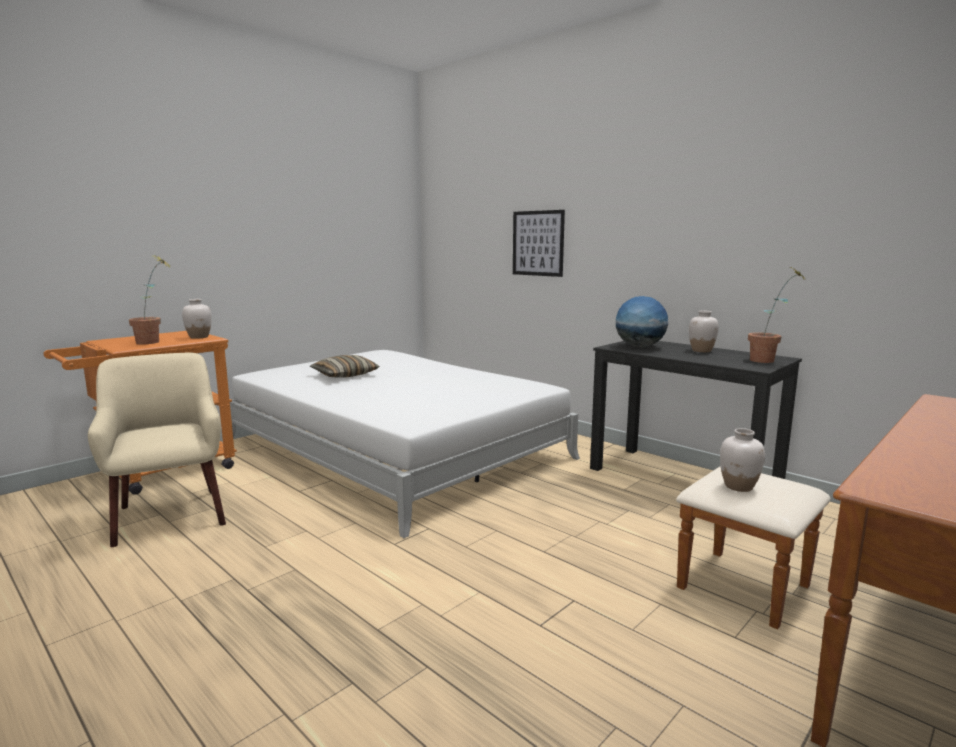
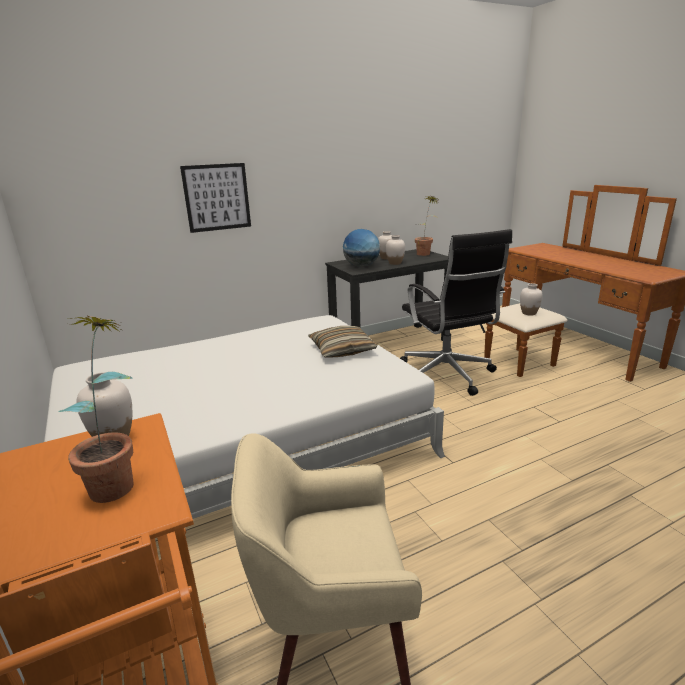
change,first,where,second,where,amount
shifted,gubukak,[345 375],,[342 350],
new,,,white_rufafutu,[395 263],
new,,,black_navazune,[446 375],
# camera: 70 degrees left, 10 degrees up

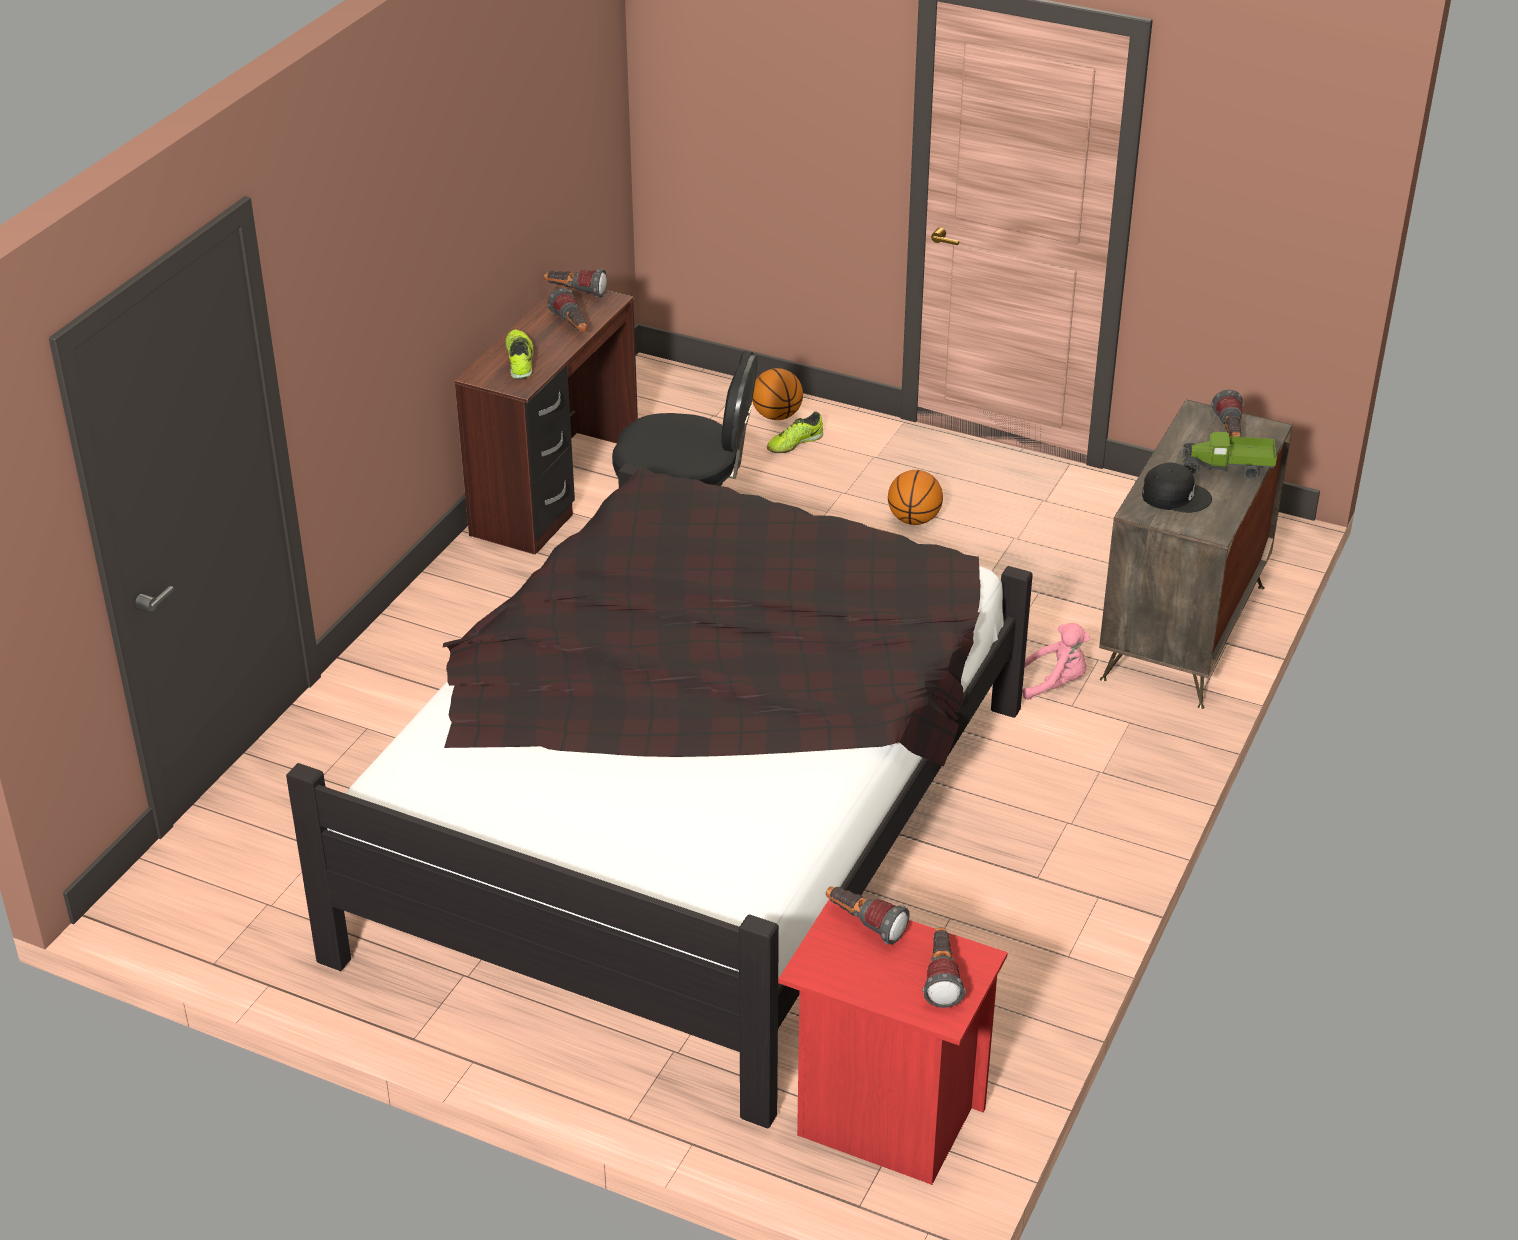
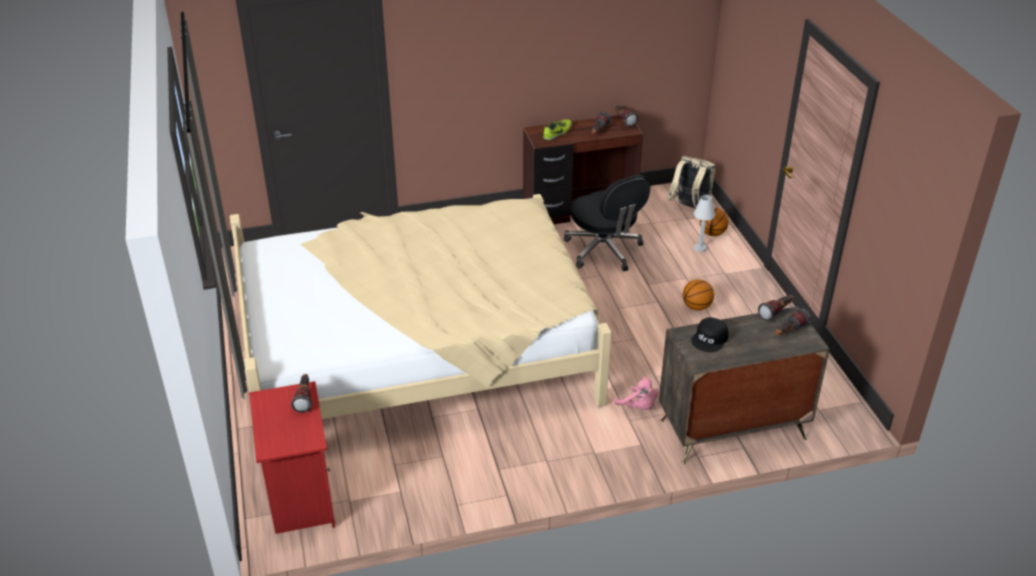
change,first,where,second,where,amount
repainted,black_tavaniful,[689 824],beige_tavaniful,[419 353],
new,,,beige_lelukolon,[690 208],
rotated,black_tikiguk,[1175 496],,[710 339],60 degrees clockwise
swapped,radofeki,[794 444],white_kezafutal,[700 248],
shifted,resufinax,[941 978],,[776 312],
gone,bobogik,[1227 468],,,
# camera: 50 degrees right, 0 degrees up

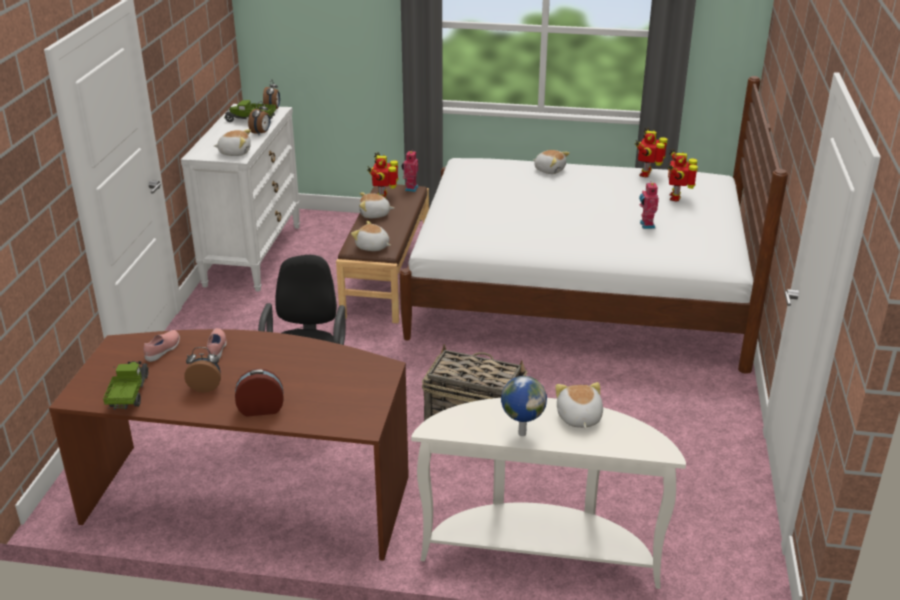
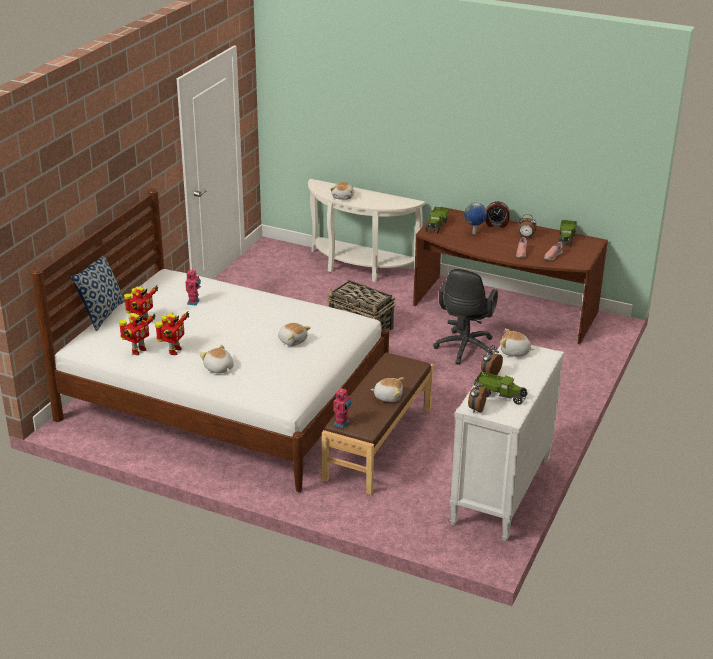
change,first,where,second,where,amount
new,,,gubukak,[102 314],
shifted,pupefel,[383 197],,[173 351],
shifted,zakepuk,[372 247],,[292 340],
new,,,bobogik,[437 225],
shifted,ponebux,[521 433],,[474 234],
# camera: 165 degrees left, 0 degrees up

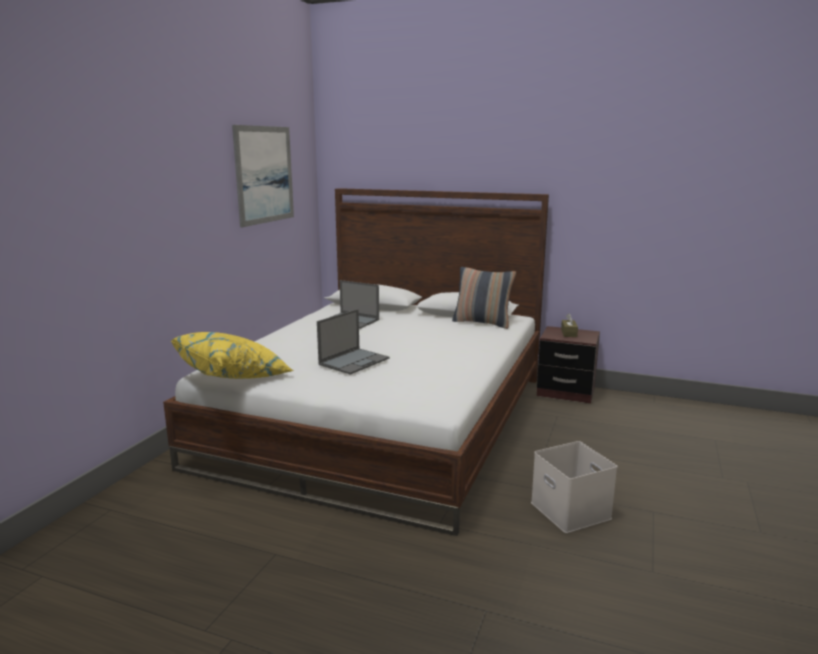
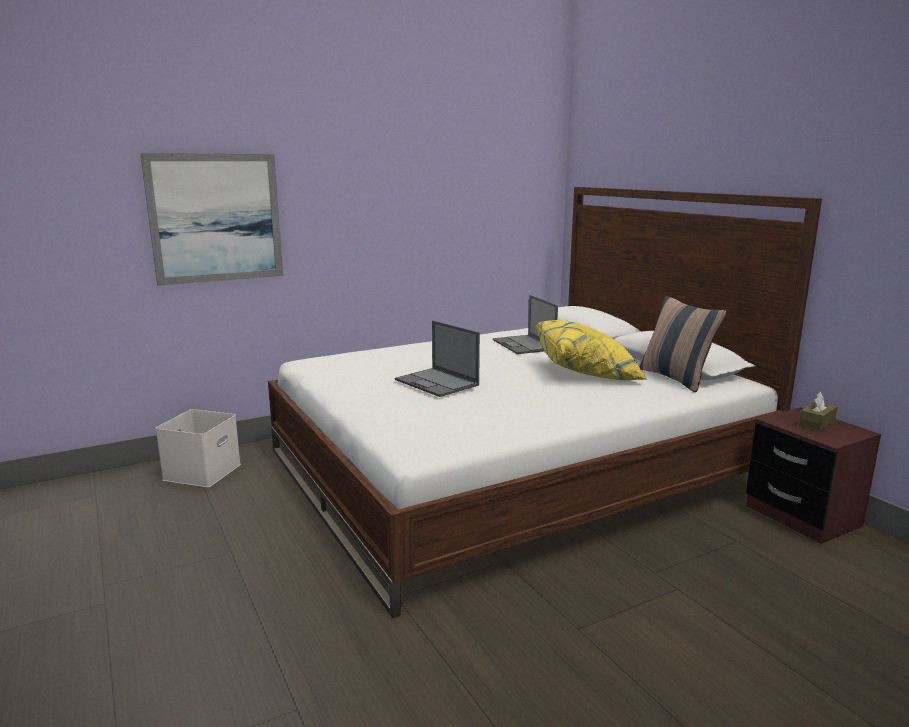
change,first,where,second,where,amount
shifted,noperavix,[264 174],,[216 218],
shifted,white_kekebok,[572 511],,[202 472],
rotated,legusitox,[354 361],,[437 383],60 degrees clockwise
shifted,yellow_gubukak,[234 376],,[587 373],
# camera: 40 degrees right, 0 degrees up

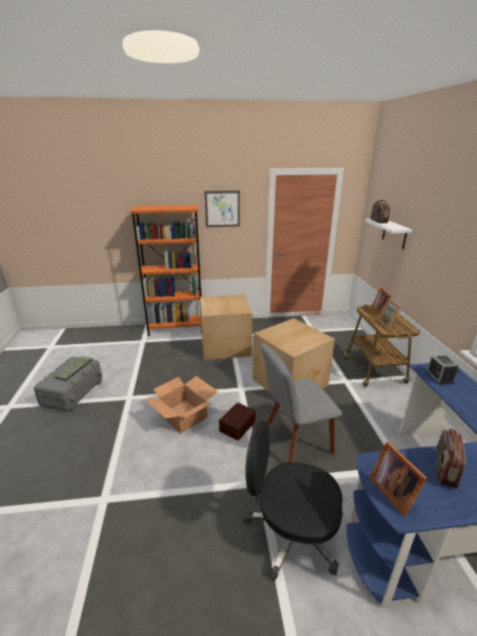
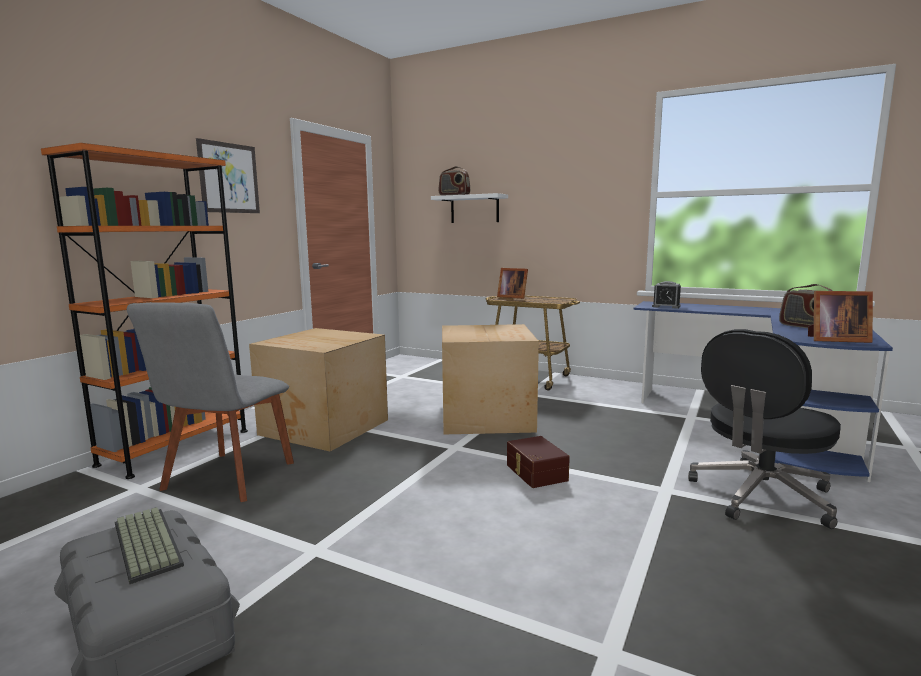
change,first,where,second,where,amount
shifted,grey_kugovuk,[294 442],,[226 479],
gone,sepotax,[183 416],,,
gone,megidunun,[388 324],,,
# camera: 55 degrees left, 15 degrees down

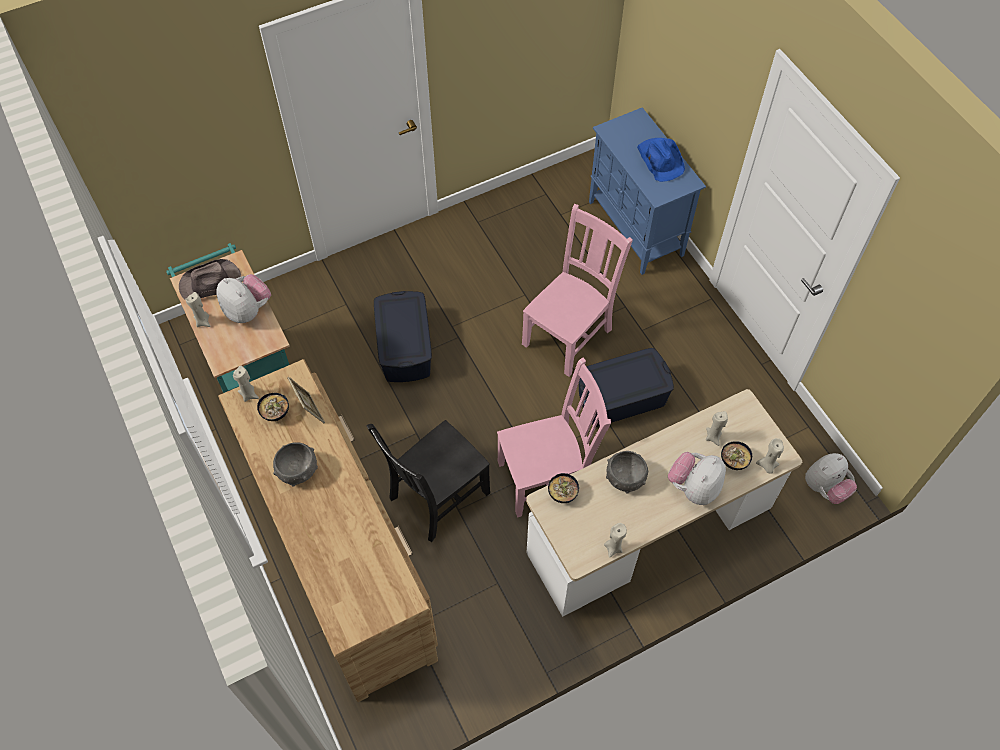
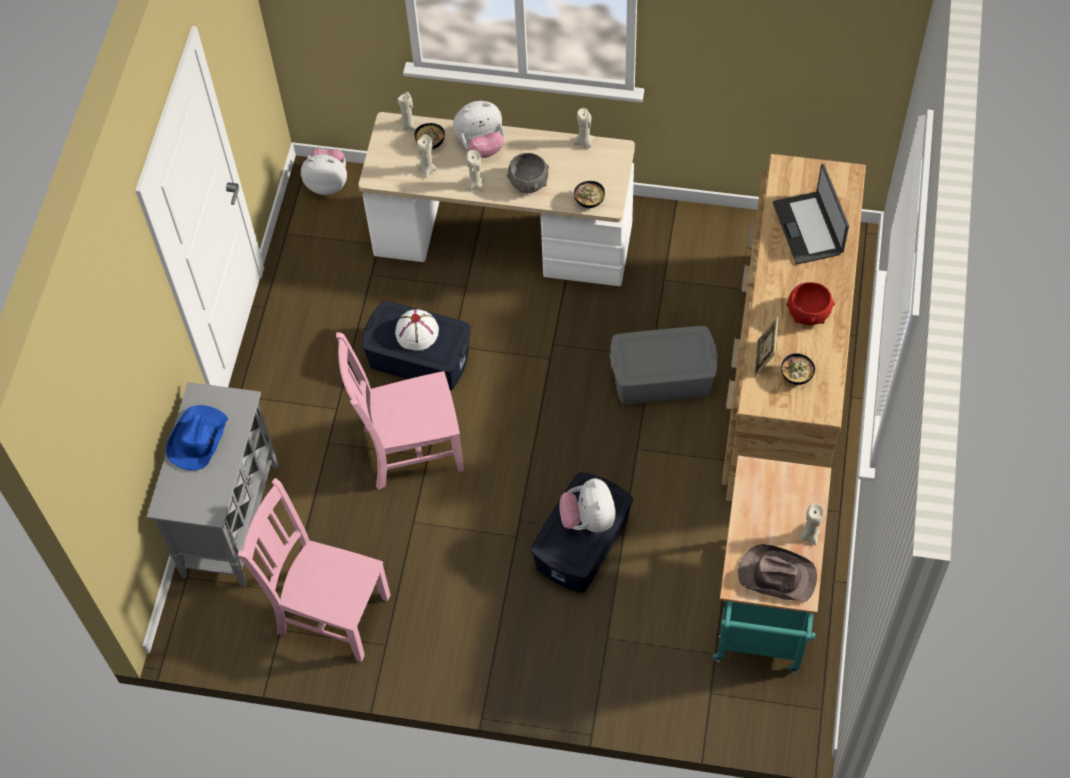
change,first,where,second,where,amount
repainted,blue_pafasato,[636 229],grey_pafasato,[231 518],
shifted,pink_kugovuk,[547 477],,[330 612],
new,,,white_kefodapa,[417 332],
shifted,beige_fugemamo,[249 394],,[475 185],
shifted,zakepuk,[248 310],,[588 519],
swapped,black_kugovuk,[436 497],grey_kekebok,[662 378],
new,,,legusitox,[808 228],
repainted,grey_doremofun,[297 471],red_doremofun,[808 313],
# camera: 140 degrees left, 0 degrees up

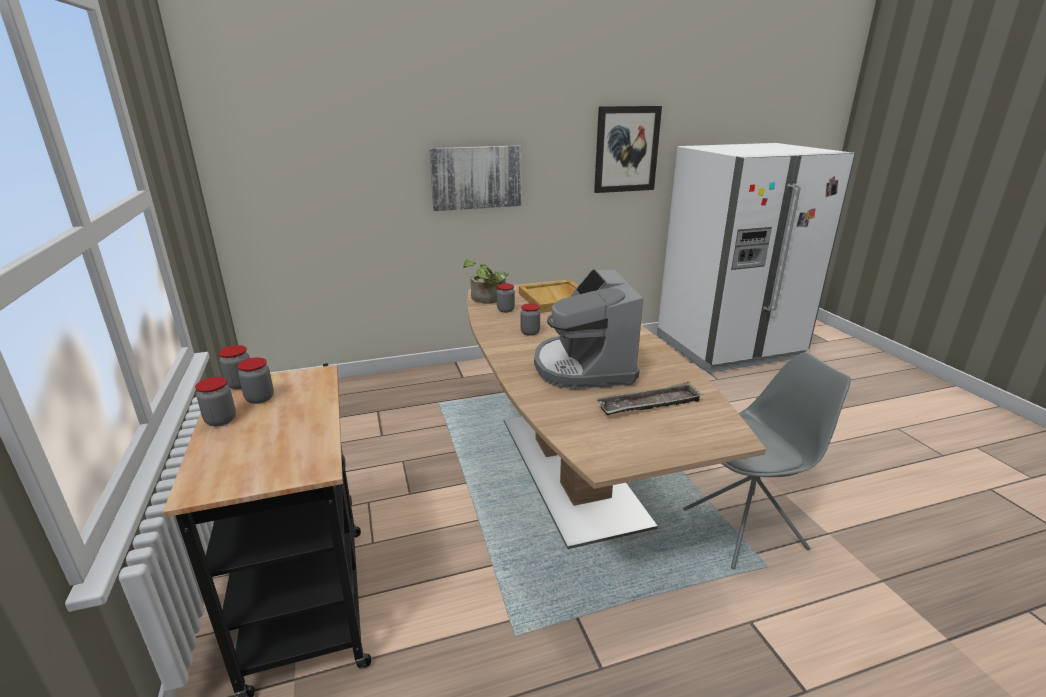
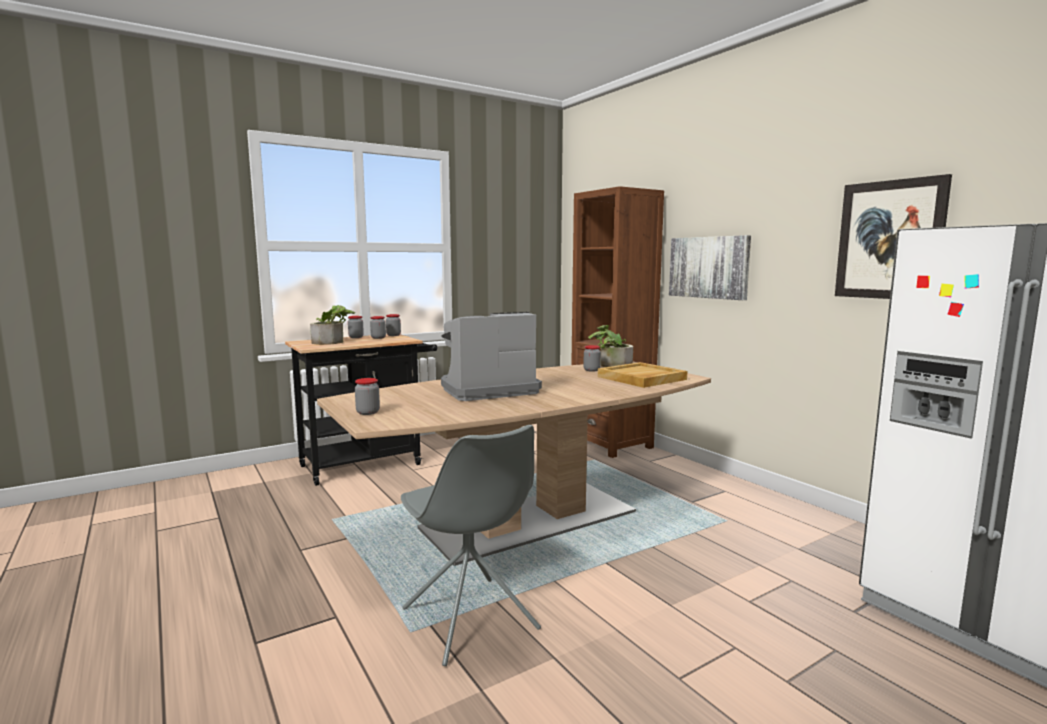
change,first,where,second,where,amount
new,,,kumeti,[332 342],
shifted,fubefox,[530 332],,[368 412],
new,,,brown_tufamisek,[611 444],
gone,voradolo,[649 405],,,
# camera: 75 degrees right, 15 degrees down

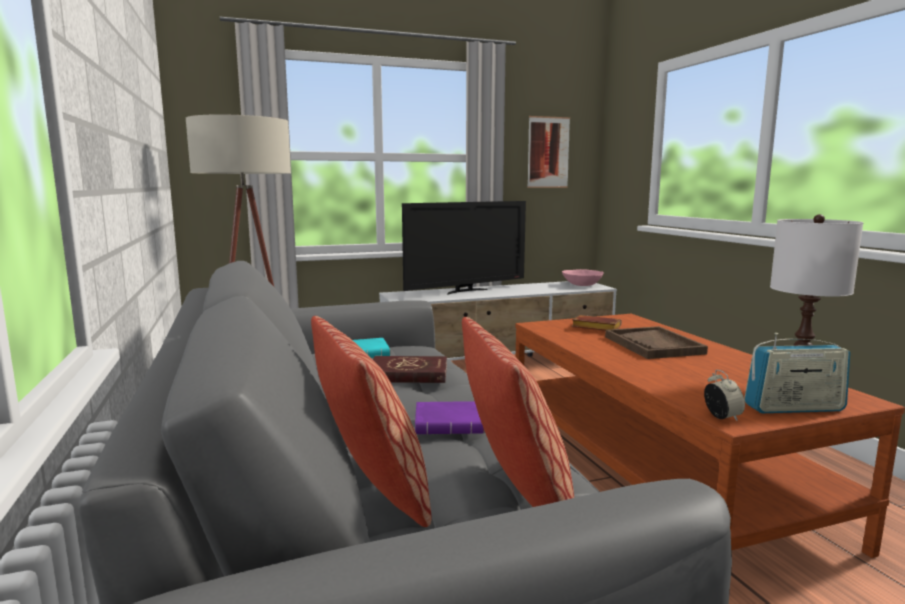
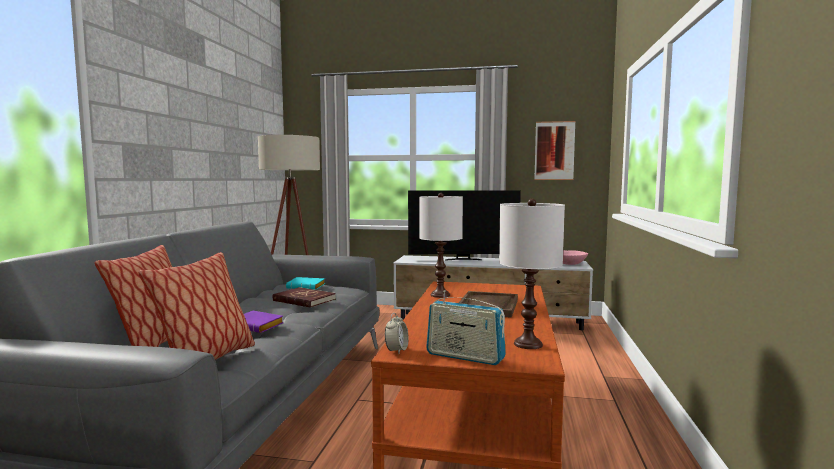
change,first,where,second,where,amount
new,,,white_kezafutal,[439 295],
gone,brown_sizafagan,[594 328],,,
# camera: 30 degrees right, 5 degrees down

